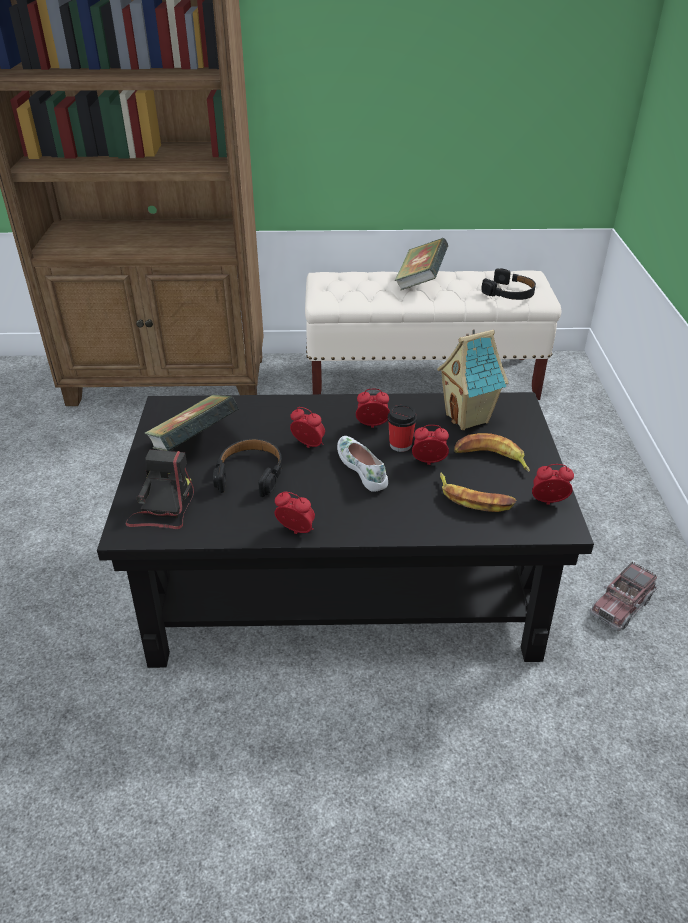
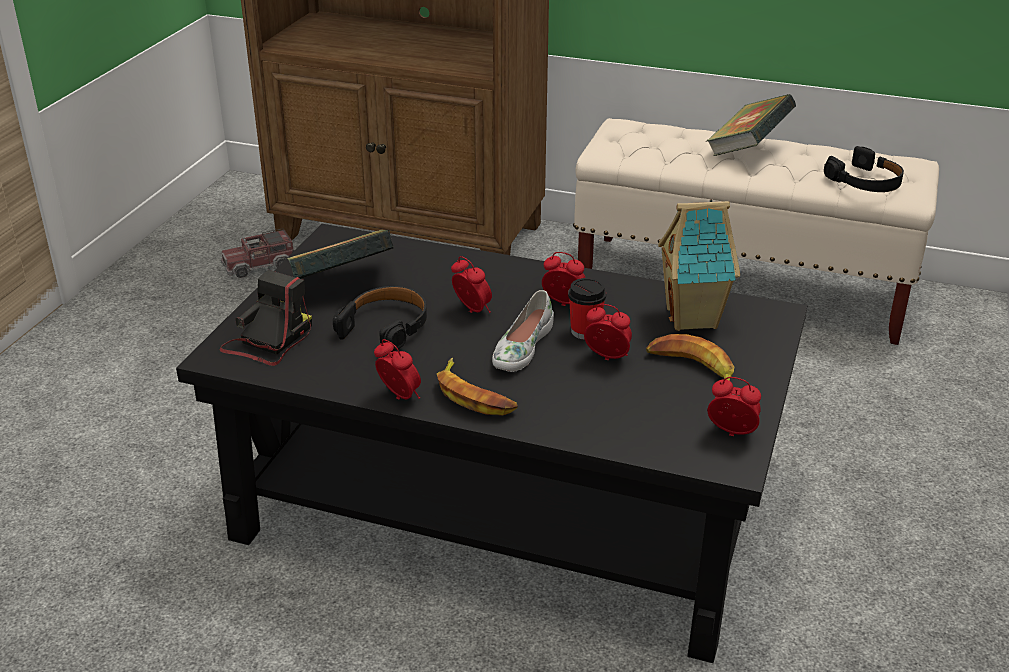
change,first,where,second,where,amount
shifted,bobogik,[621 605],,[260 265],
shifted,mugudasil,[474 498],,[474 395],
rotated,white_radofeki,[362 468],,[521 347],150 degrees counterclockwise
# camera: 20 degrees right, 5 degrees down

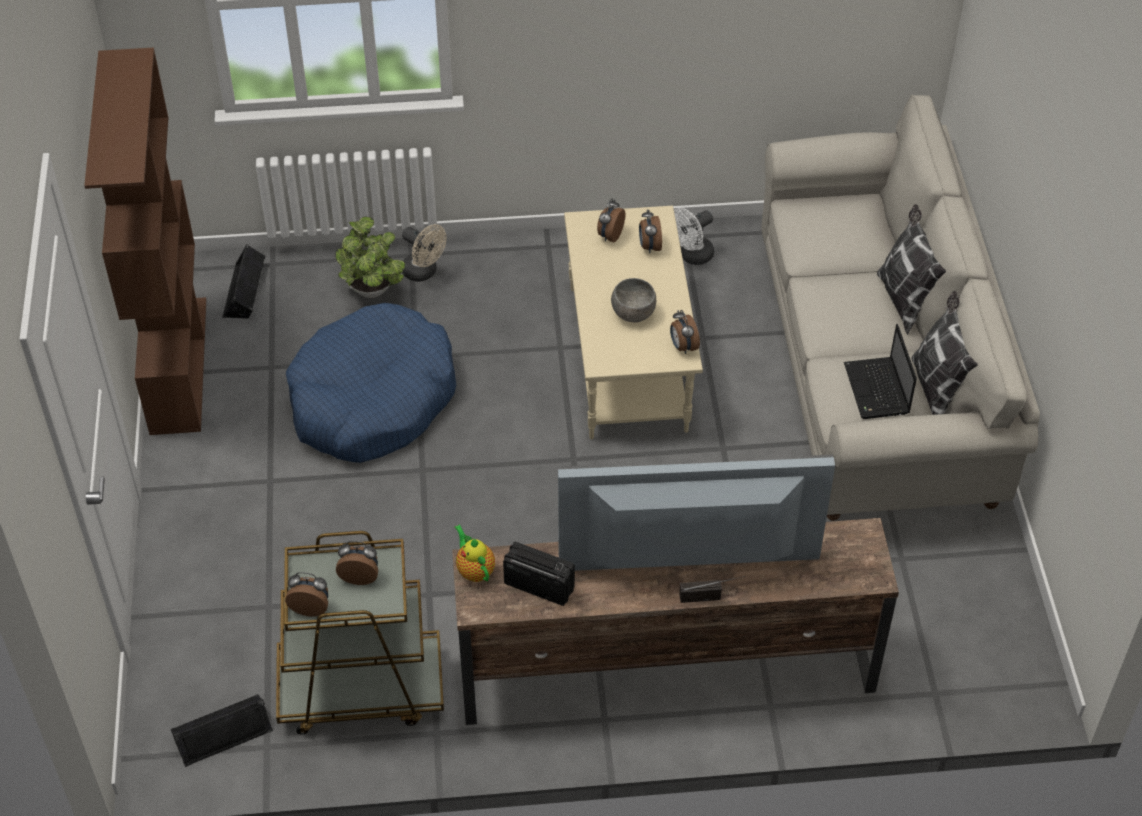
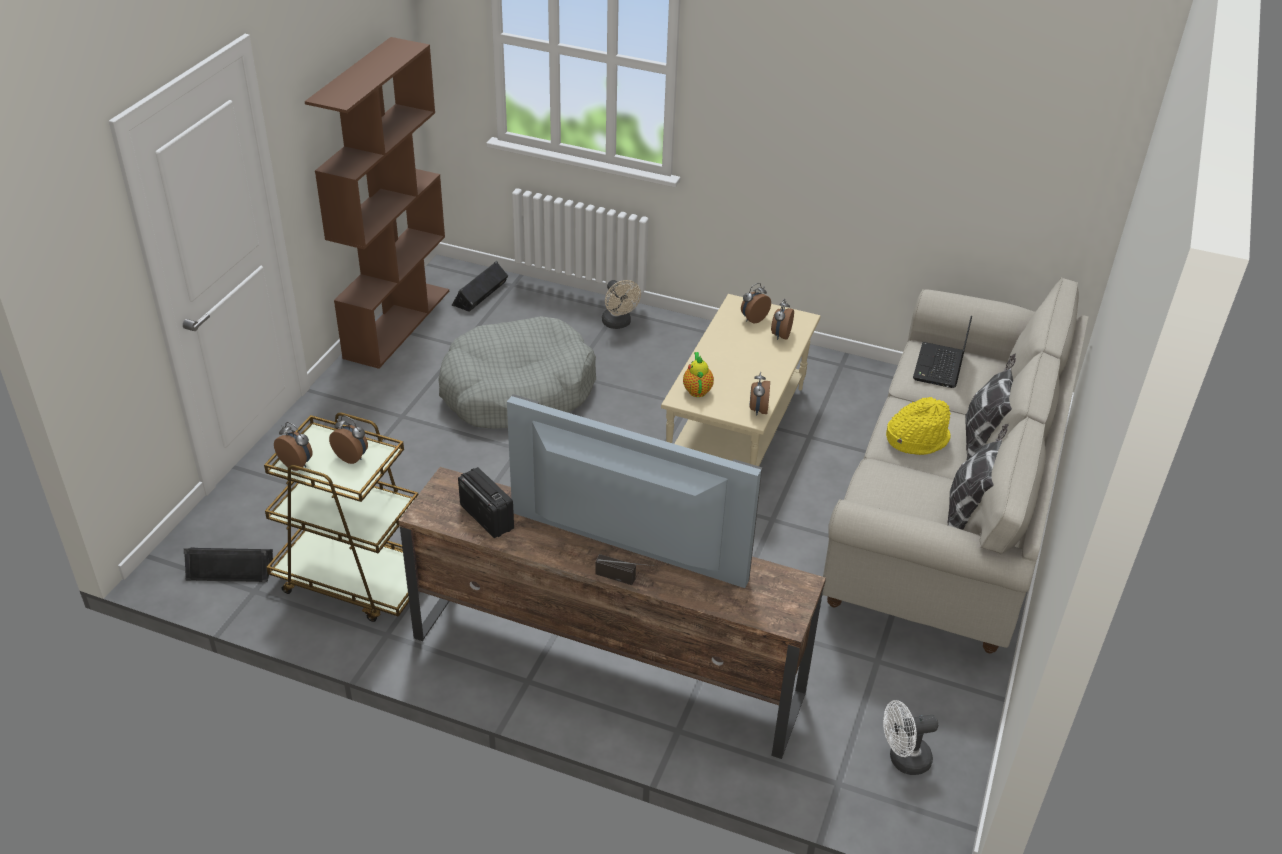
change,first,where,second,where,amount
repainted,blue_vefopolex,[372 400],grey_vefopolex,[517 390],
shifted,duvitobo,[474 570],,[697 389],
shifted,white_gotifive,[692 256],,[903 760],
new,,,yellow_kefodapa,[916 439],
shifted,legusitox,[877 390],,[939 367],
gone,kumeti,[372 291],,,
gone,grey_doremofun,[632 314],,,
# camera: 25 degrees right, 10 degrees down

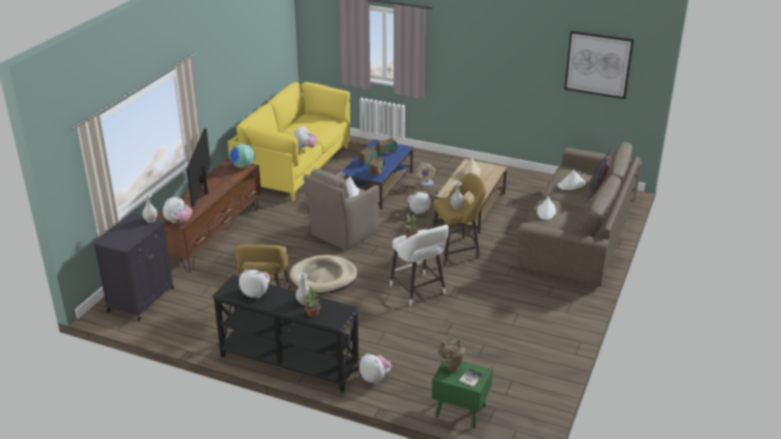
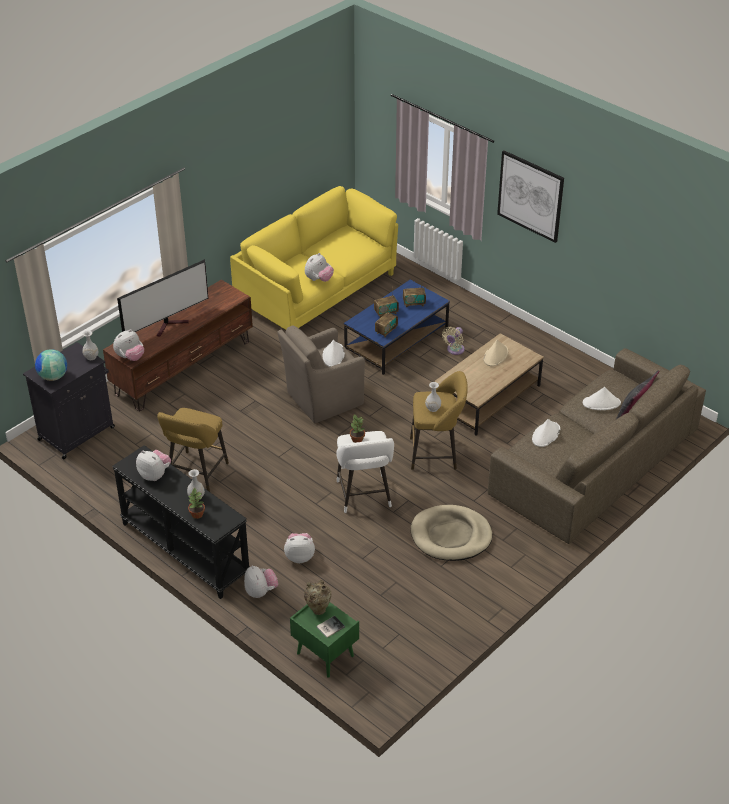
change,first,where,second,where,amount
shifted,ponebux,[243 166],,[53 377],
rotated,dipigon,[201 194],,[170 325],150 degrees counterclockwise
shifted,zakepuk,[418 211],,[300 556],
shifted,beige_vefopolex,[323 277],,[451 536],
shifted,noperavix,[598 64],,[530 196],
# camera: 20 degrees right, 10 degrees up

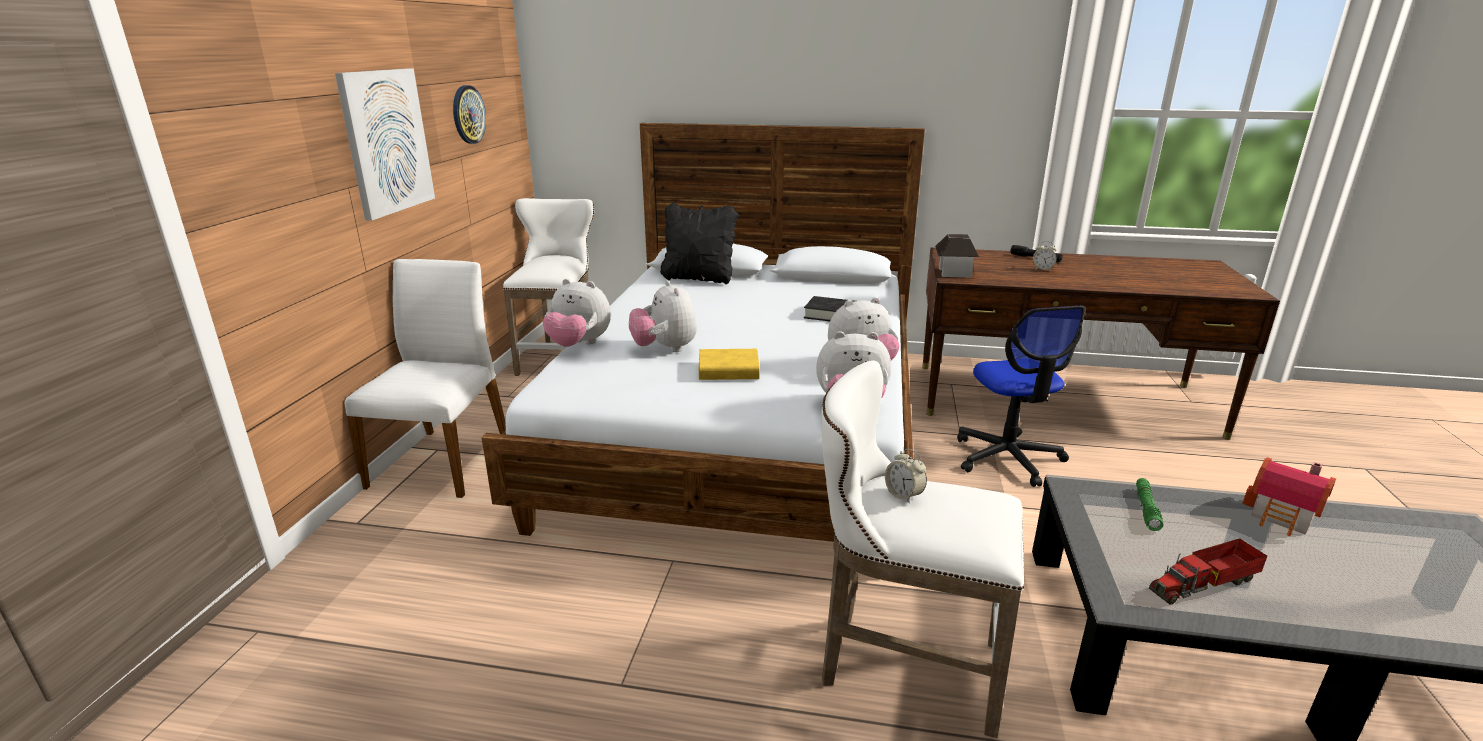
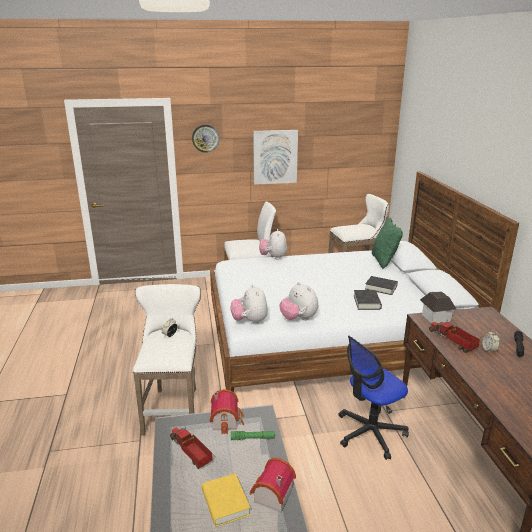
change,first,where,second,where,amount
shifted,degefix,[468 114],,[205 138],
shifted,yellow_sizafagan,[728 371],,[225 503],
new,,,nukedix,[227 420],
new,,,black_sizafagan,[381 288],
repainted,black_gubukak,[699 279],green_gubukak,[384 262],
new,,,bobogik,[453 341],
gone,zakepuk,[665 349],,,
# camera: 70 degrees right, 0 degrees up

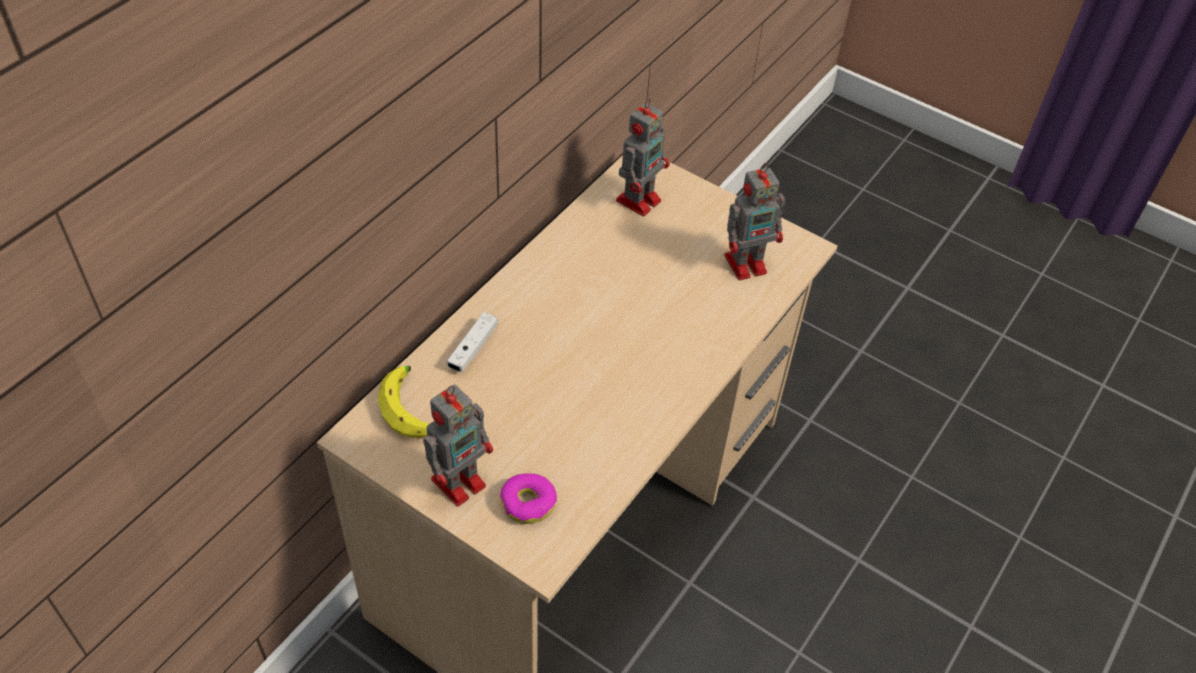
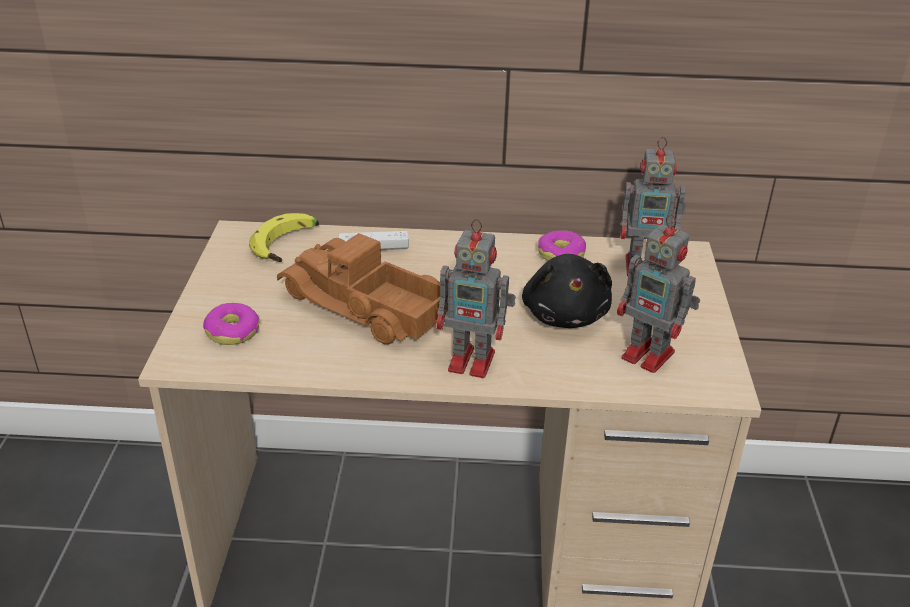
change,first,where,second,where,amount
new,,,bobogik,[364 307],
shifted,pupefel,[460 481],,[474 361],
new,,,black_zakepuk,[565 314],
new,,,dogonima,[561 254],
# camera: 60 degrees right, 15 degrees down

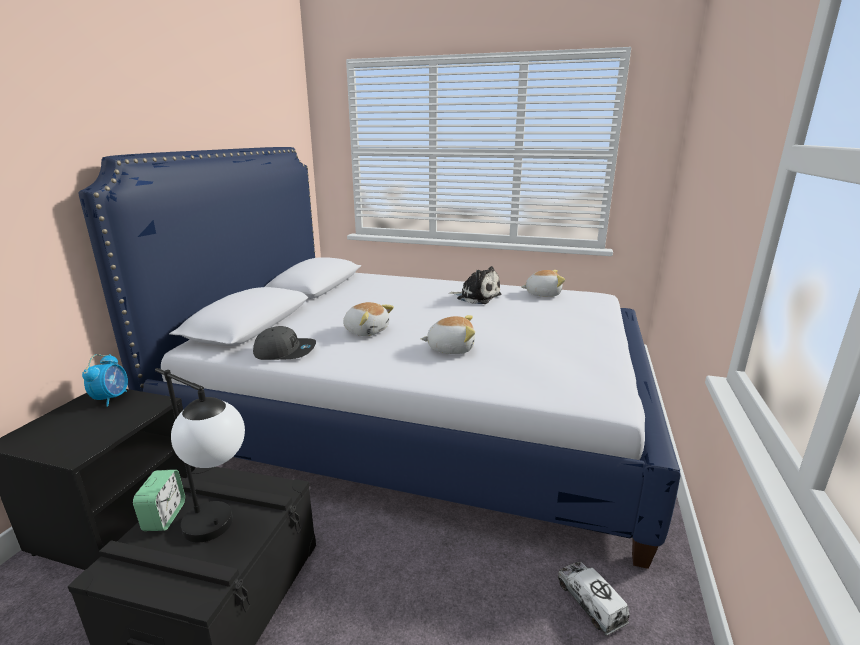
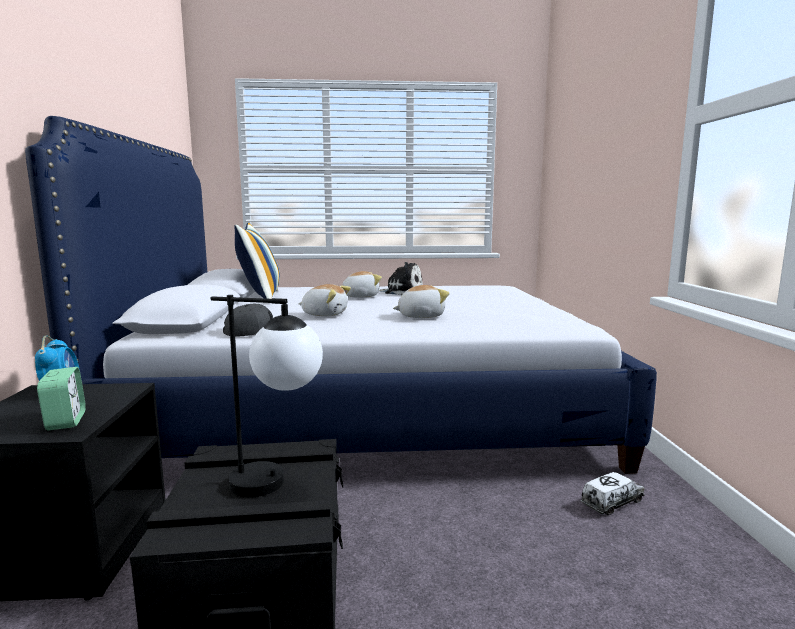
change,first,where,second,where,amount
shifted,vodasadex,[164 517],,[65 421],
new,,,gubukak,[260 296],
shifted,zakepuk,[542 294],,[360 296],
rotated,bobogik,[590 603],,[612 502],105 degrees clockwise
# camera: 20 degrees left, 10 degrees down

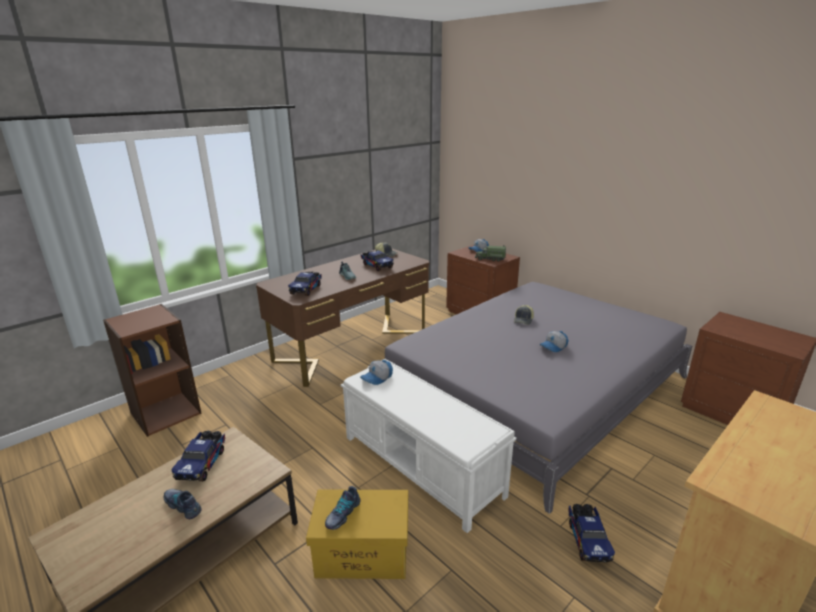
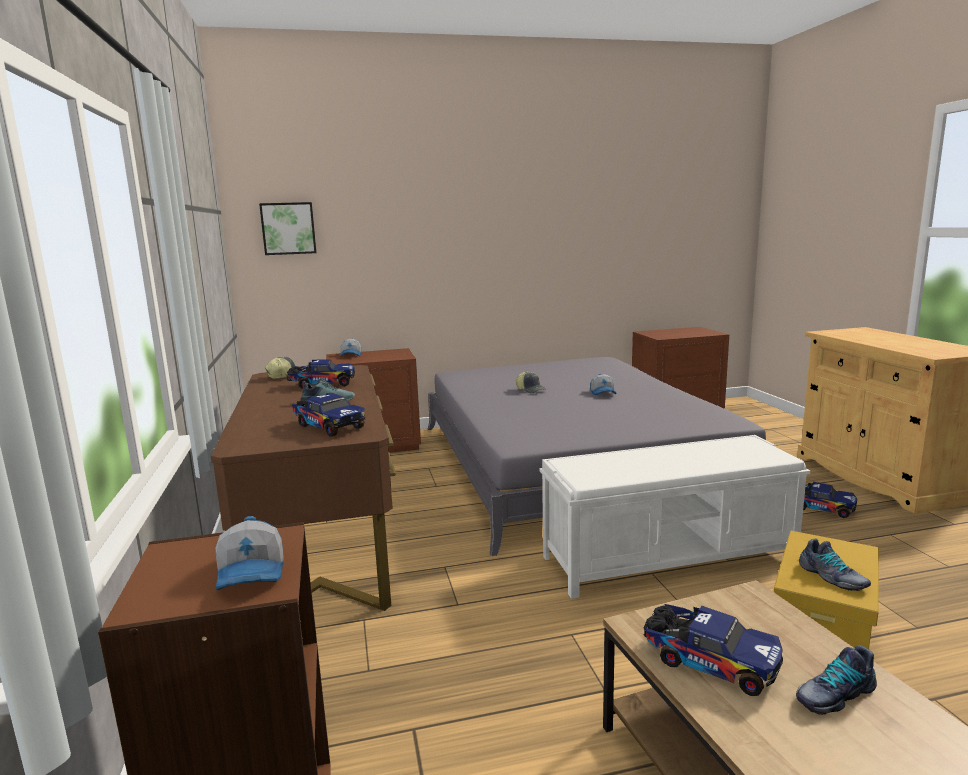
change,first,where,second,where,amount
shifted,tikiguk,[377 378],,[253 572],
new,,,noperavix,[288 228],
gone,bobogik,[490 259],,,
# camera: 60 degrees left, 10 degrees down

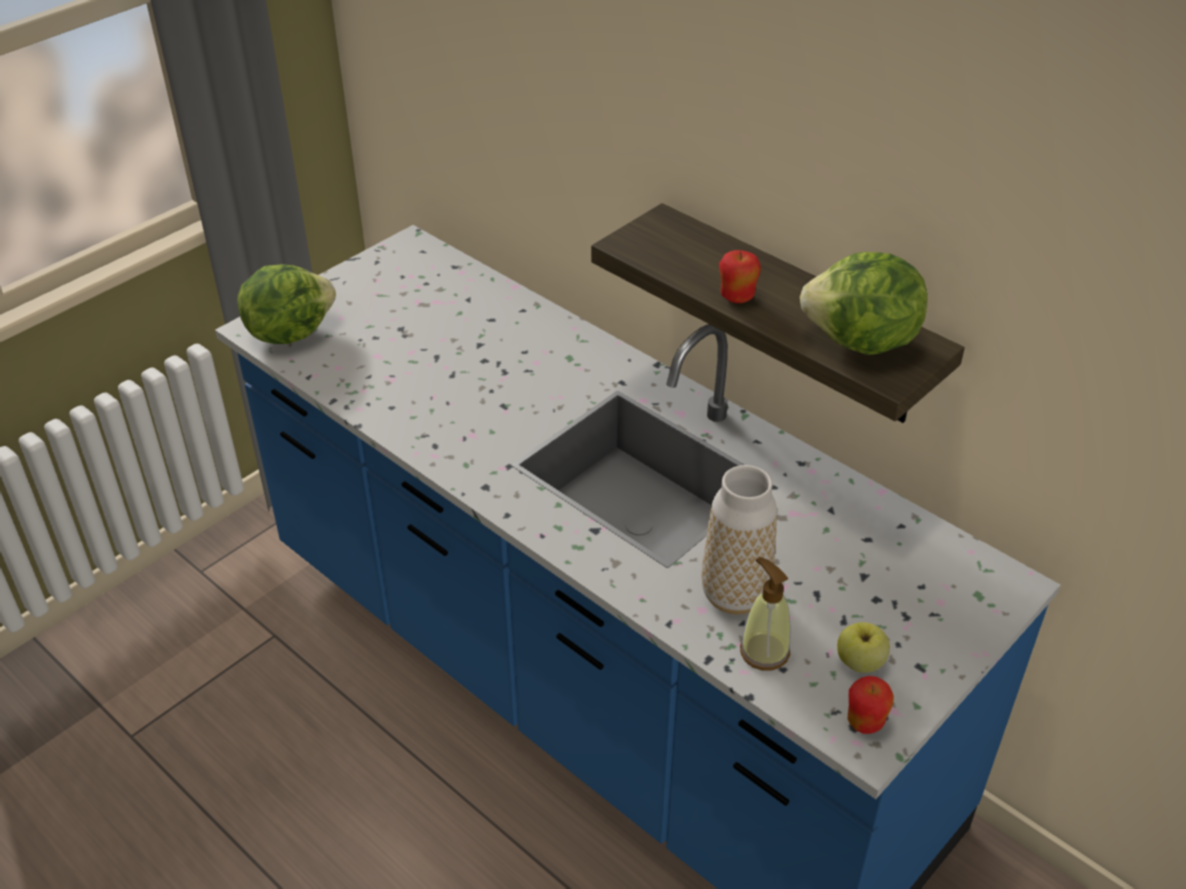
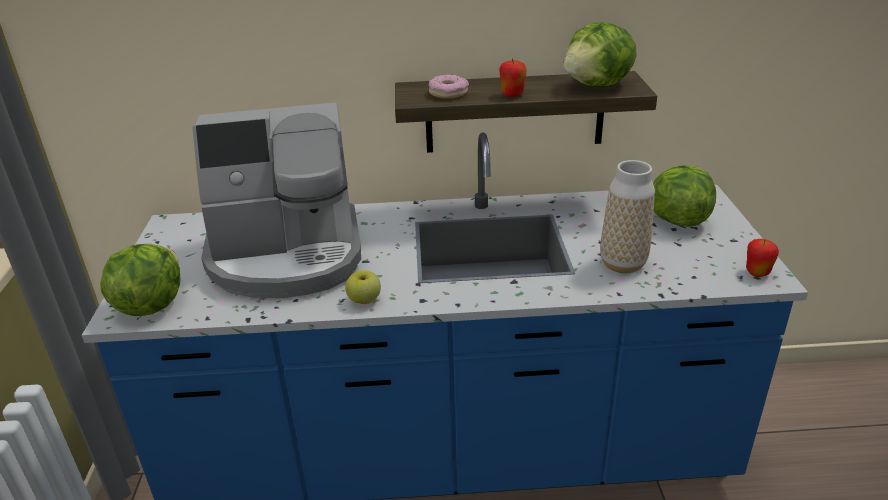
change,first,where,second,where,amount
new,,,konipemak,[287 256],
shifted,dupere,[860 663],,[364 300],
new,,,dogonima,[448 93],
new,,,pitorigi,[677 220],
gone,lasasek,[764 651],,,
# camera: 45 degrees left, 10 degrees down

